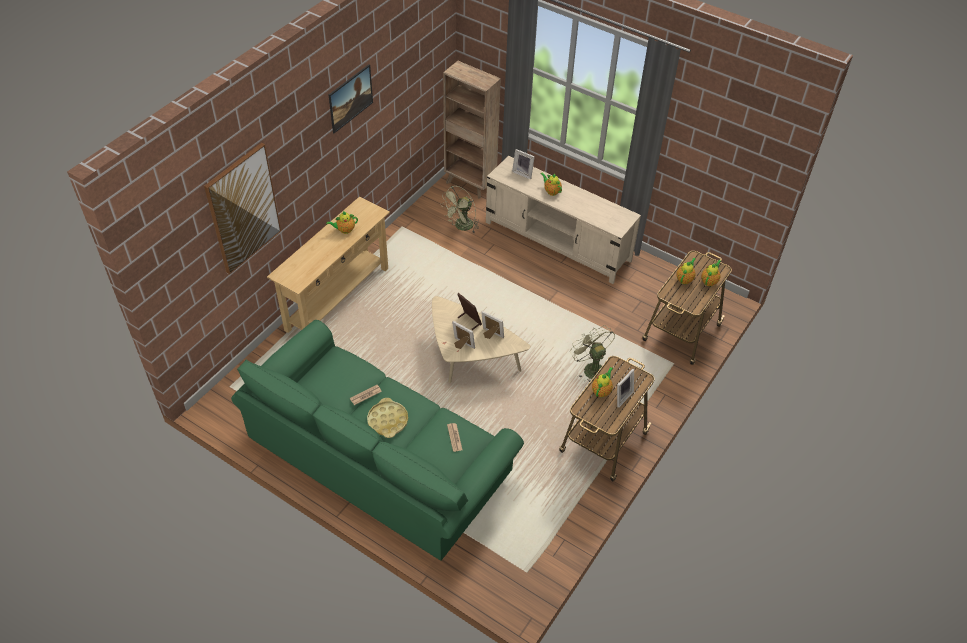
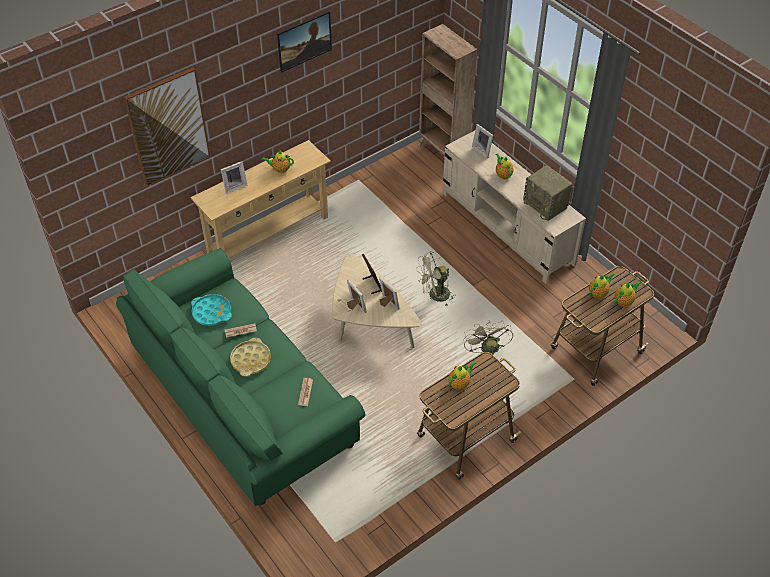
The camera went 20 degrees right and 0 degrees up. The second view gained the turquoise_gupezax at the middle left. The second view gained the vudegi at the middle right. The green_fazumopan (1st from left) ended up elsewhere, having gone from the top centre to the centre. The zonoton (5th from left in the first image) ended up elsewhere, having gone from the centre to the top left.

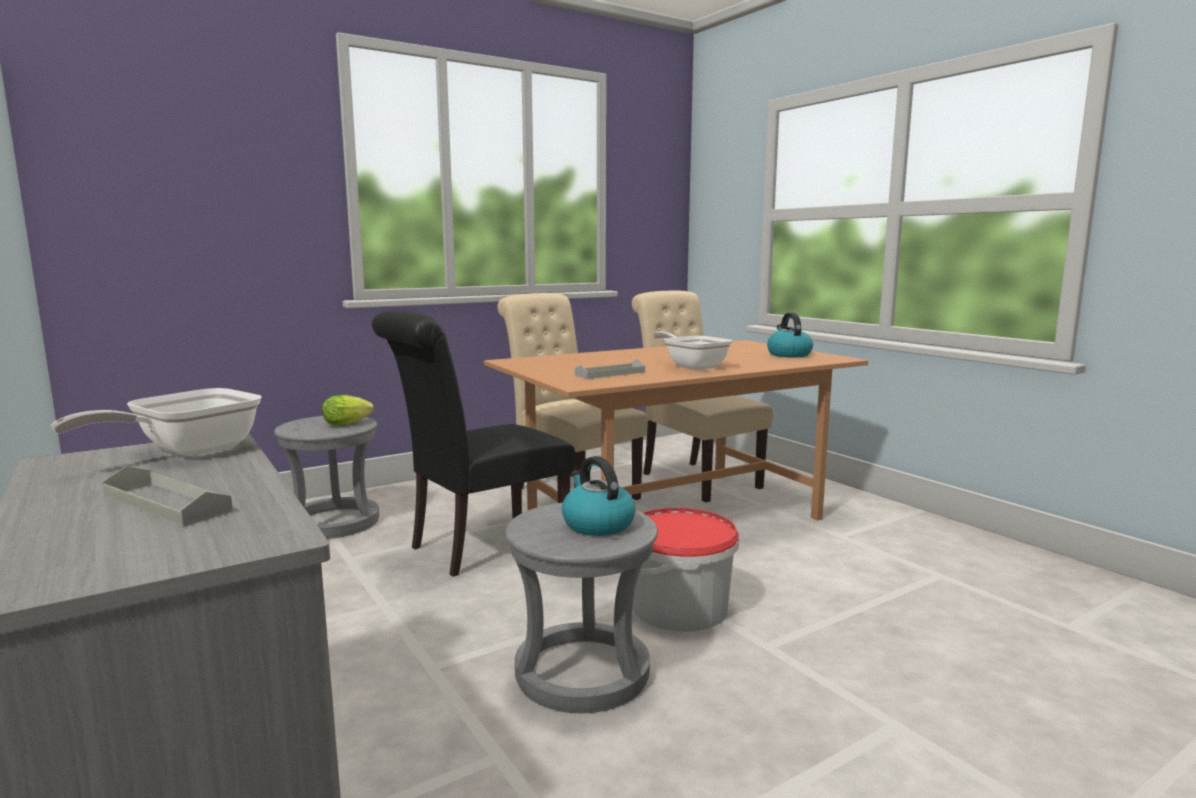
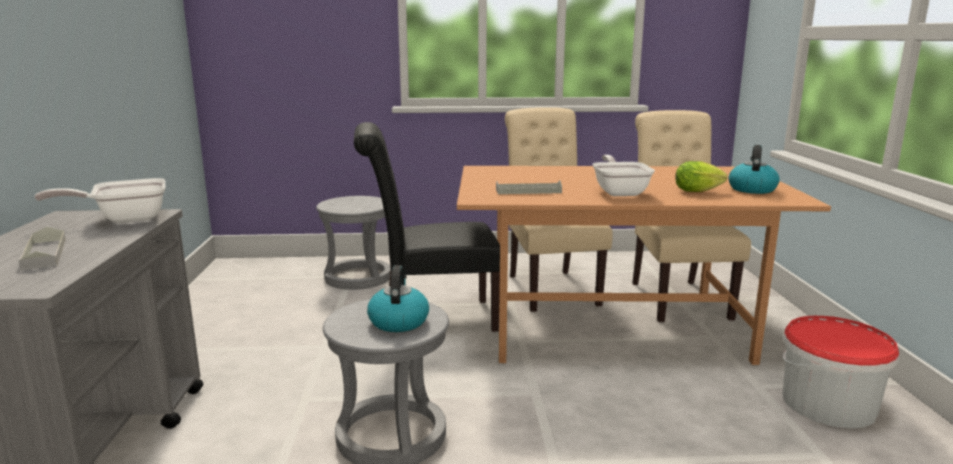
The camera went 30 degrees right and 5 degrees up. The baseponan ended up elsewhere, having gone from the middle left to the middle right. The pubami ended up elsewhere, having gone from the bottom centre to the bottom right.

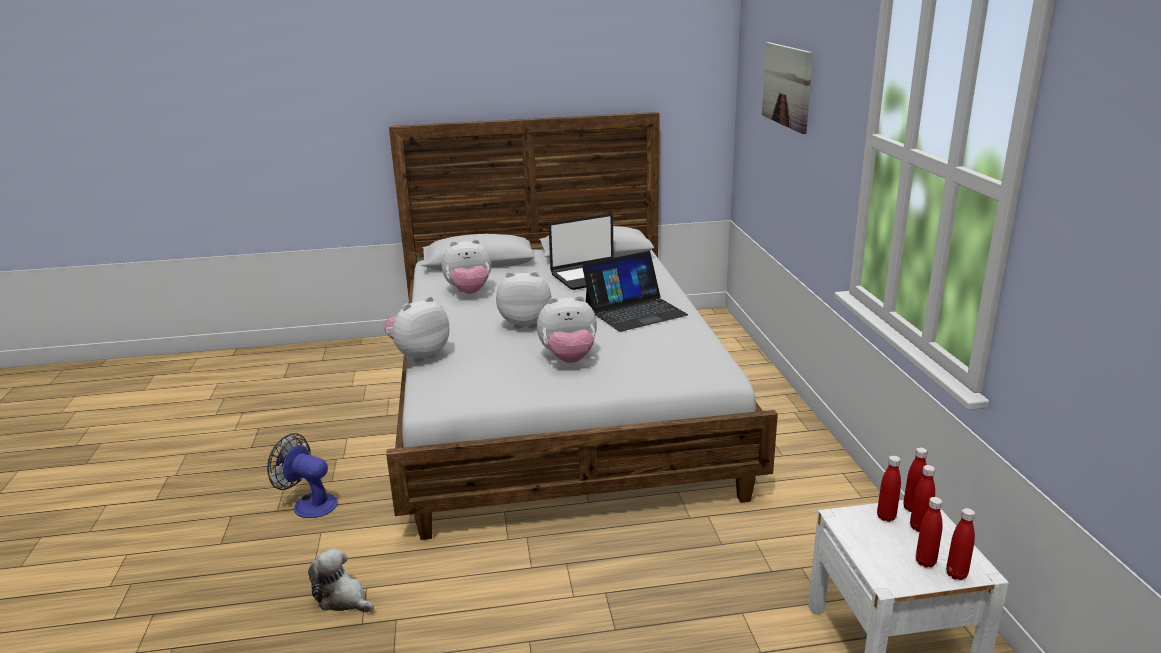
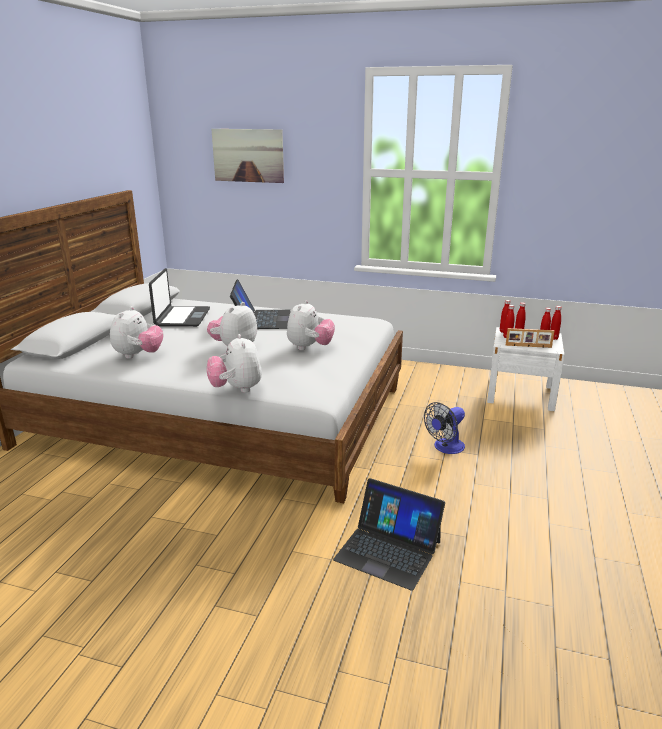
The camera went 65 degrees left and 0 degrees up. The second view gained the zonoton at the middle right. The fazumopan ended up elsewhere, having gone from the bottom left to the middle right. Where the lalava (1st from left) stood at the bottom left, the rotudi (3rd from left) came to stand at the bottom centre.

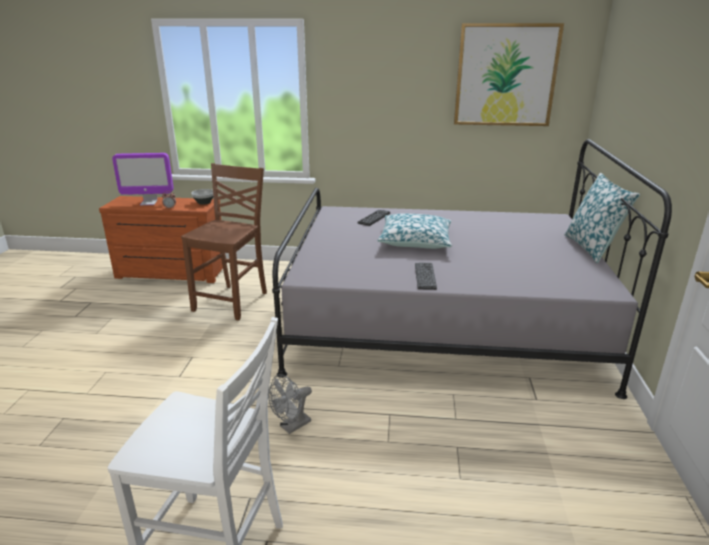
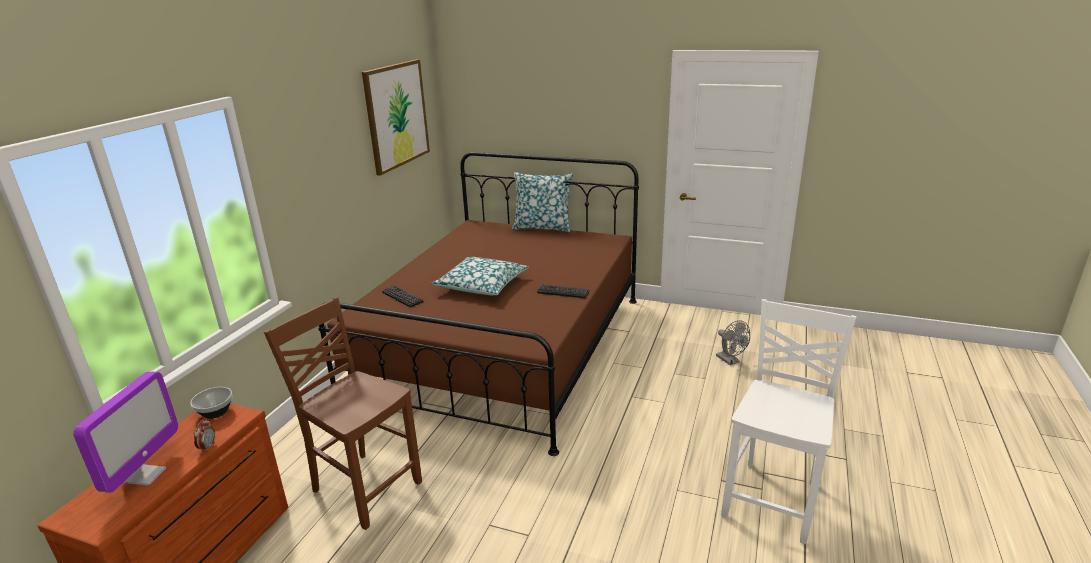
The camera went 75 degrees left and 0 degrees up. The grey_fazumopan ended up elsewhere, having gone from the bottom centre to the middle right. What was the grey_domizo at the centre turned into the brown_domizo at the centre.

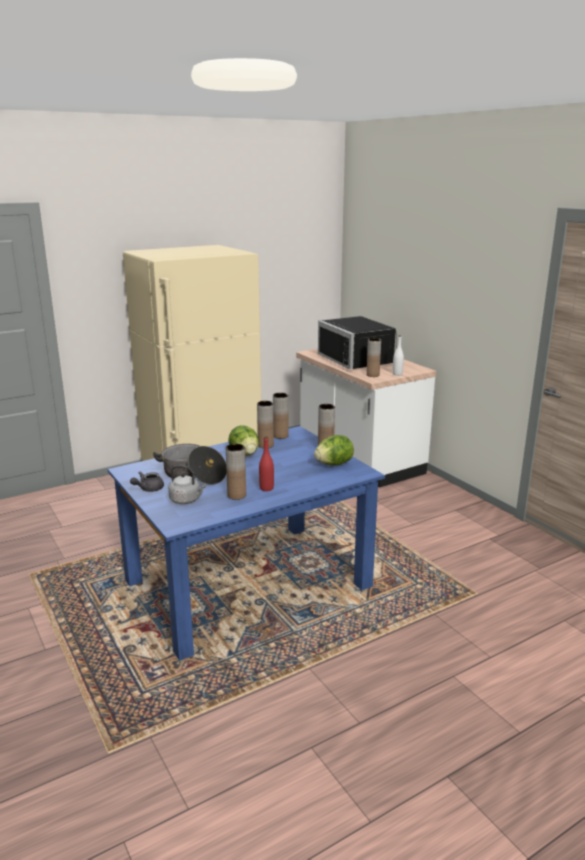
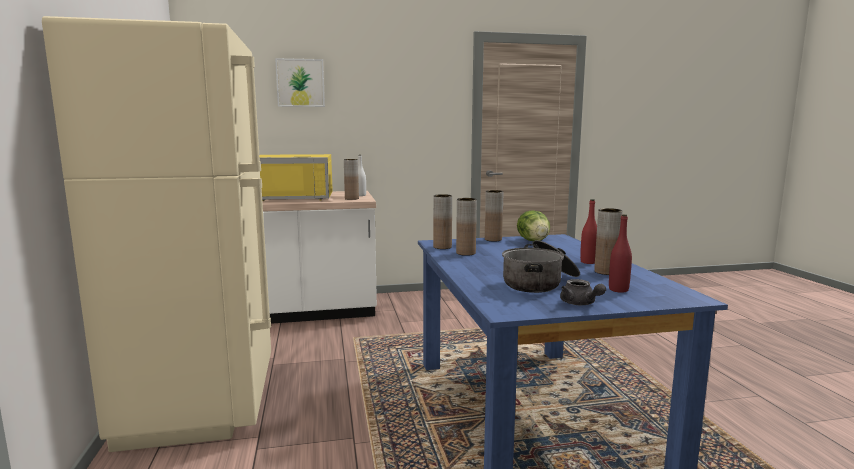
The camera went 70 degrees left and 10 degrees down. The second view lost the baseponan (1st from left) at the centre. The second view gained the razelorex at the top centre. Where the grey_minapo stood at the middle left, the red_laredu (2nd from left) came to stand at the middle right. What was the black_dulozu at the centre turned into the yellow_dulozu at the centre.

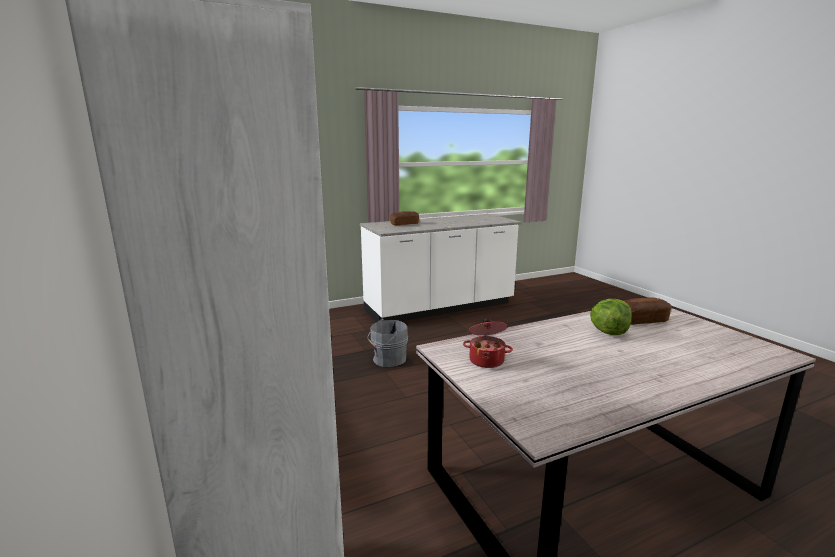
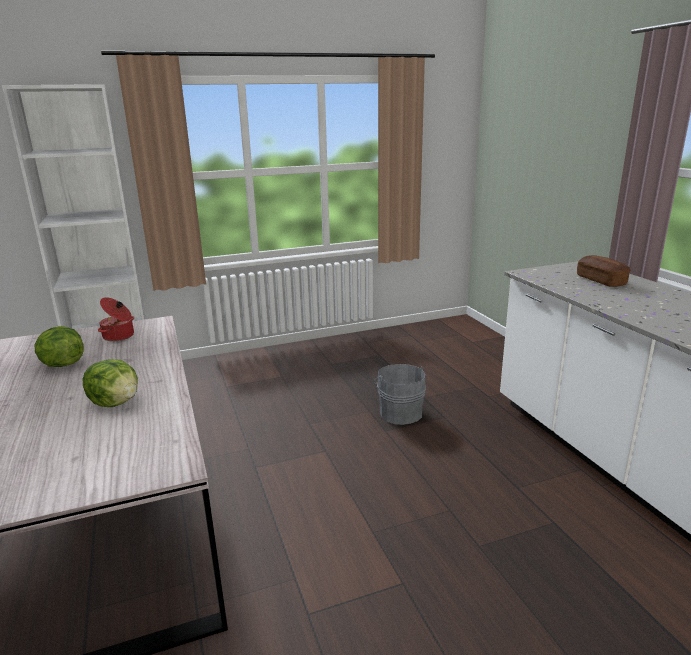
The camera went 95 degrees right and 5 degrees up. The second view lost the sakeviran (2nd from left) at the middle right. The second view gained the baseponan (1st from left) at the middle left.

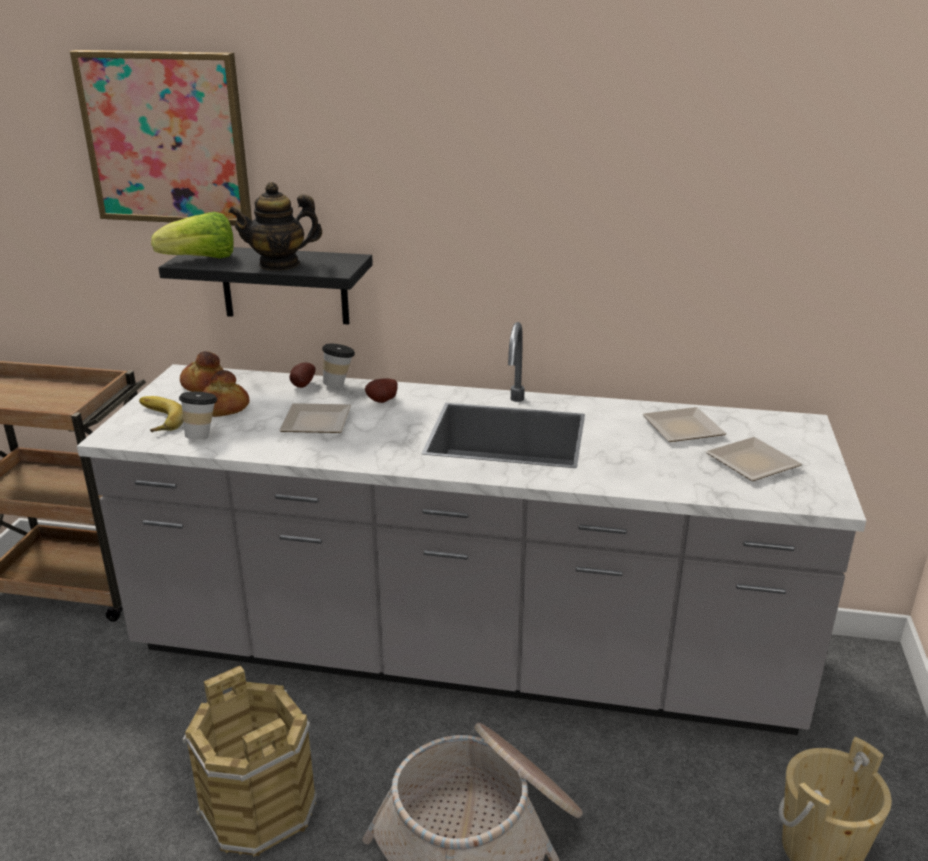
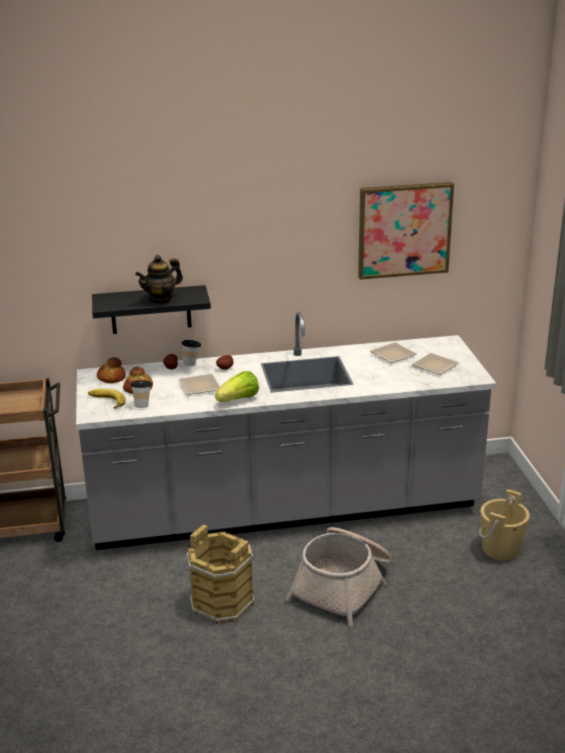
The camera went 20 degrees left and 0 degrees up. The razelorex ended up elsewhere, having gone from the top left to the top right. The baseponan ended up elsewhere, having gone from the top left to the centre.

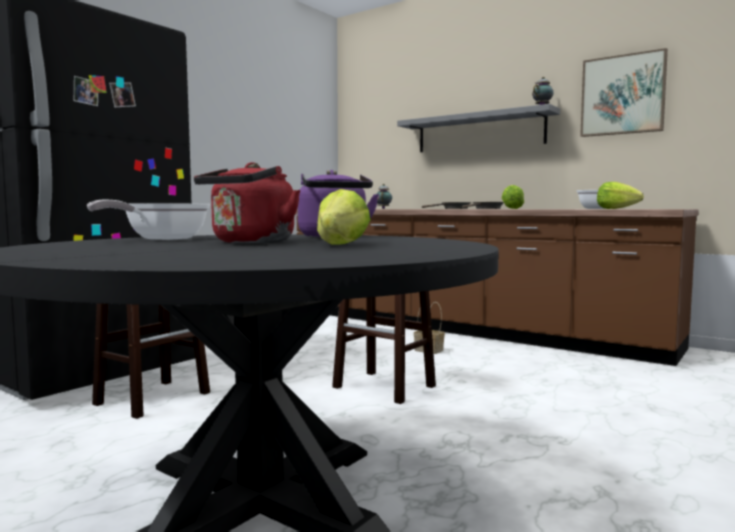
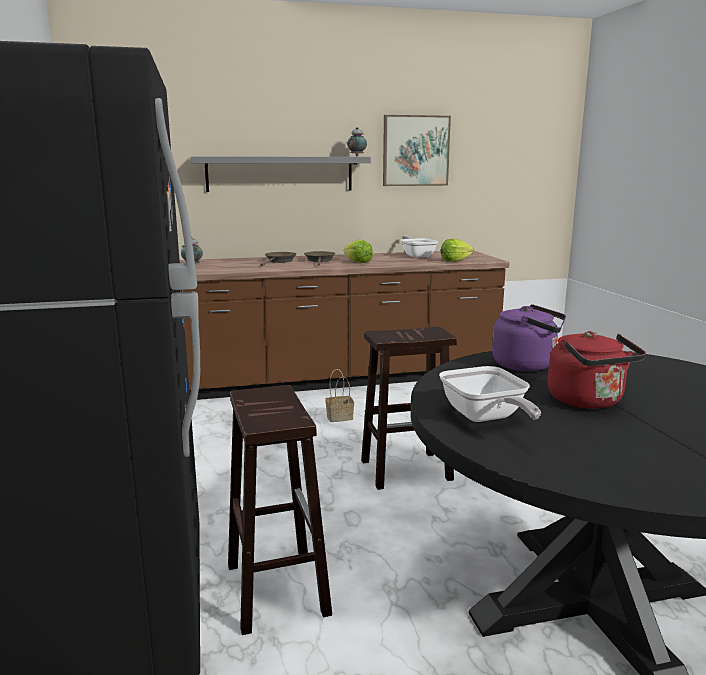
The camera went 50 degrees left and 10 degrees up. The second view lost the baseponan (1st from left) at the centre.

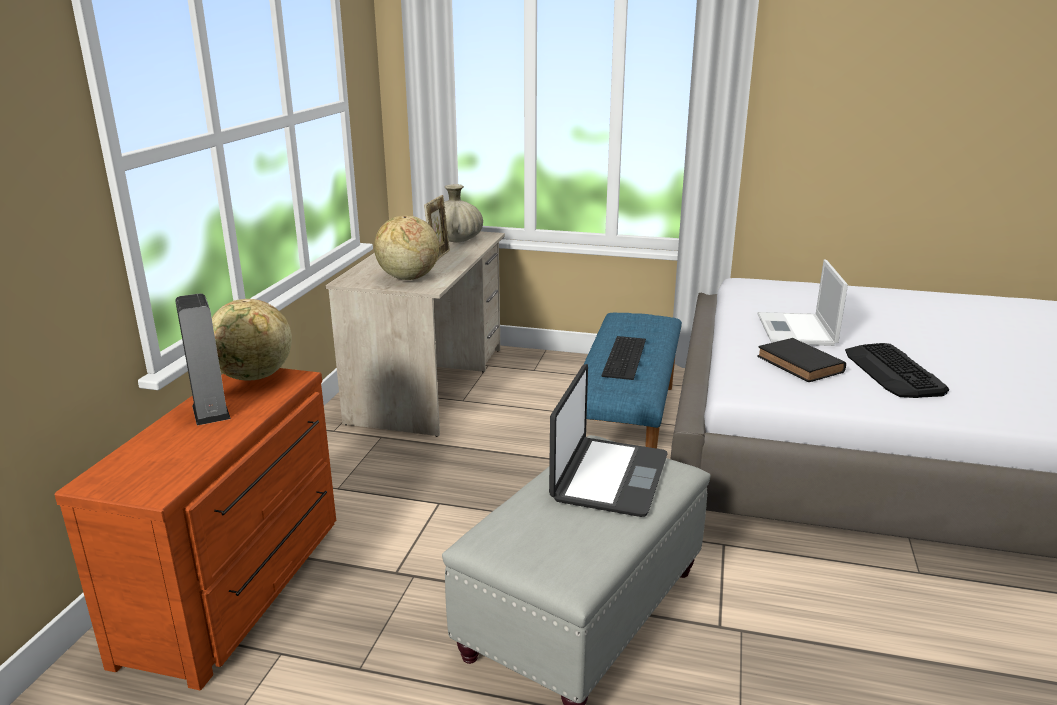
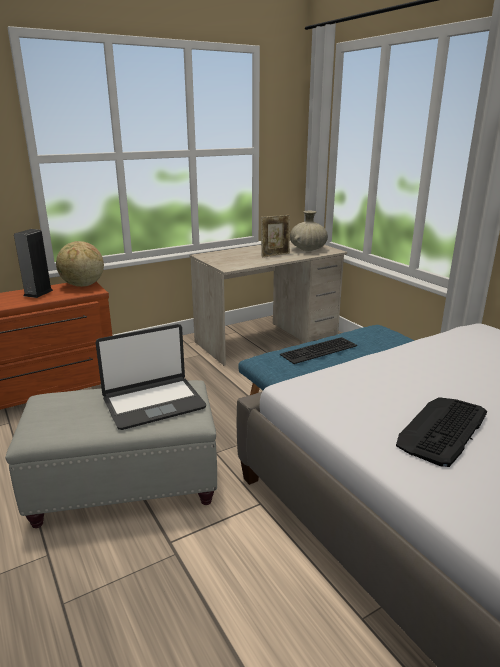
The camera went 45 degrees right and 0 degrees up. The second view lost the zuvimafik (2nd from left) at the centre. The second view lost the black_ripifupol at the middle right. The second view lost the rotudi (2nd from left) at the middle right.

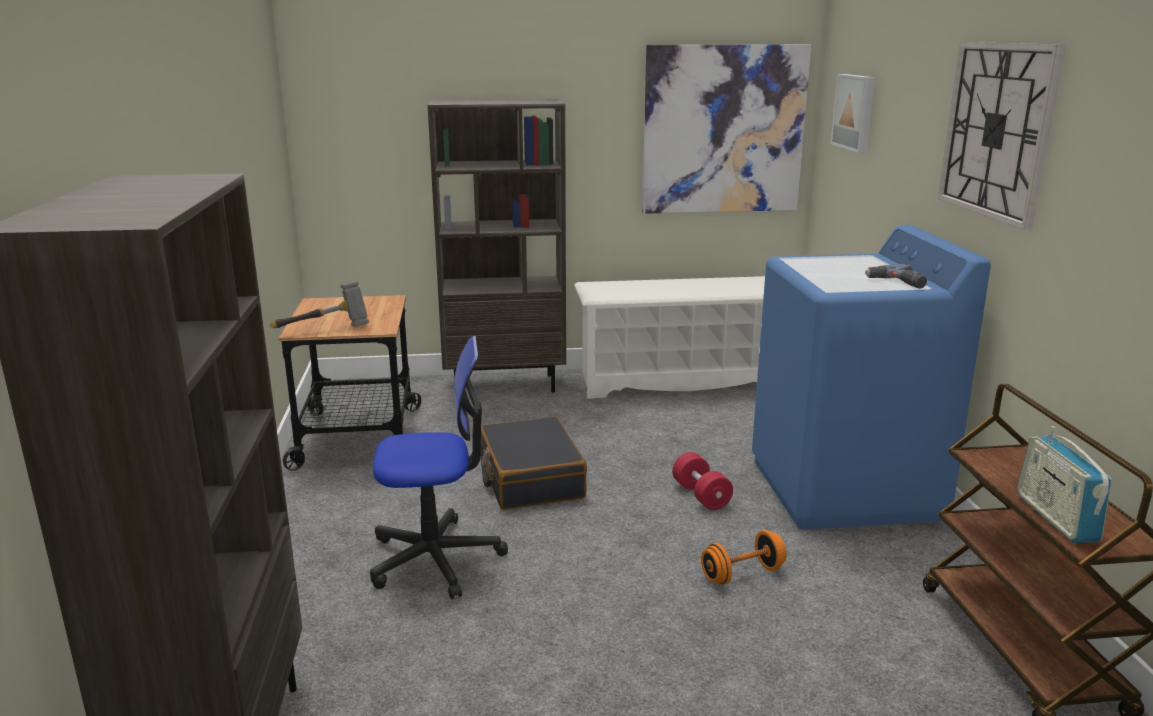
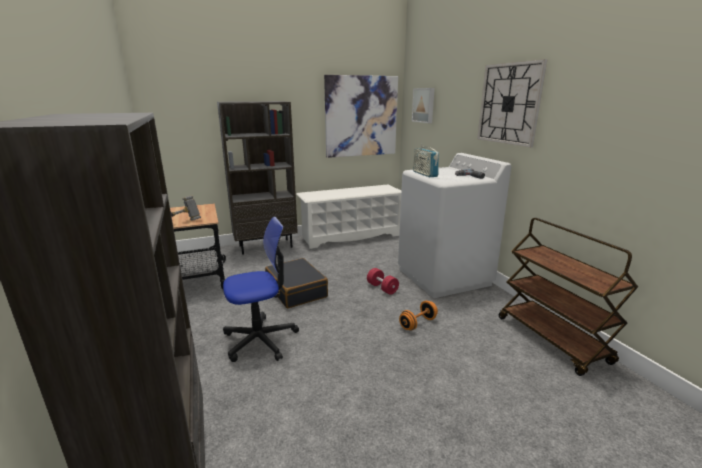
The camera went 15 degrees left and 0 degrees up. The vudegi ended up elsewhere, having gone from the bottom right to the centre. What was the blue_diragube at the middle right turned into the white_diragube at the centre.

